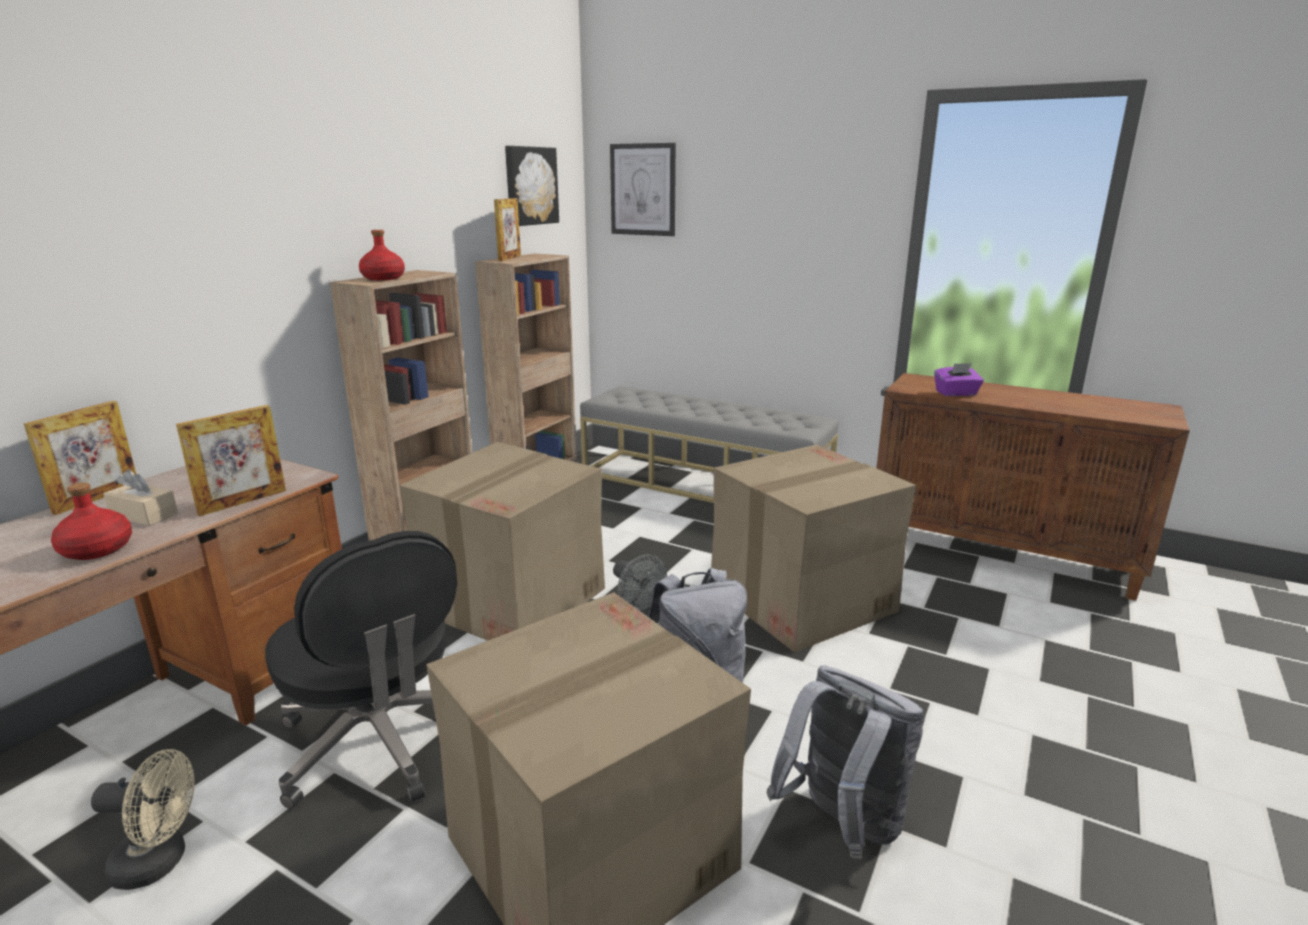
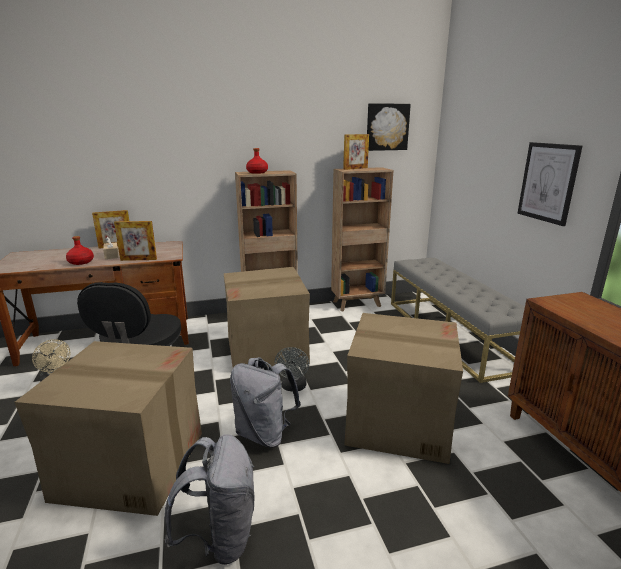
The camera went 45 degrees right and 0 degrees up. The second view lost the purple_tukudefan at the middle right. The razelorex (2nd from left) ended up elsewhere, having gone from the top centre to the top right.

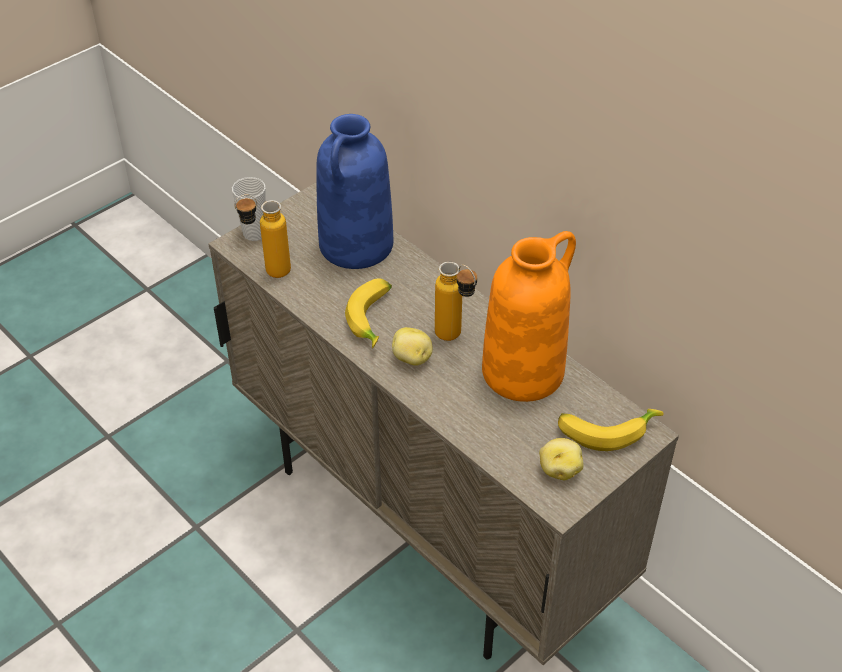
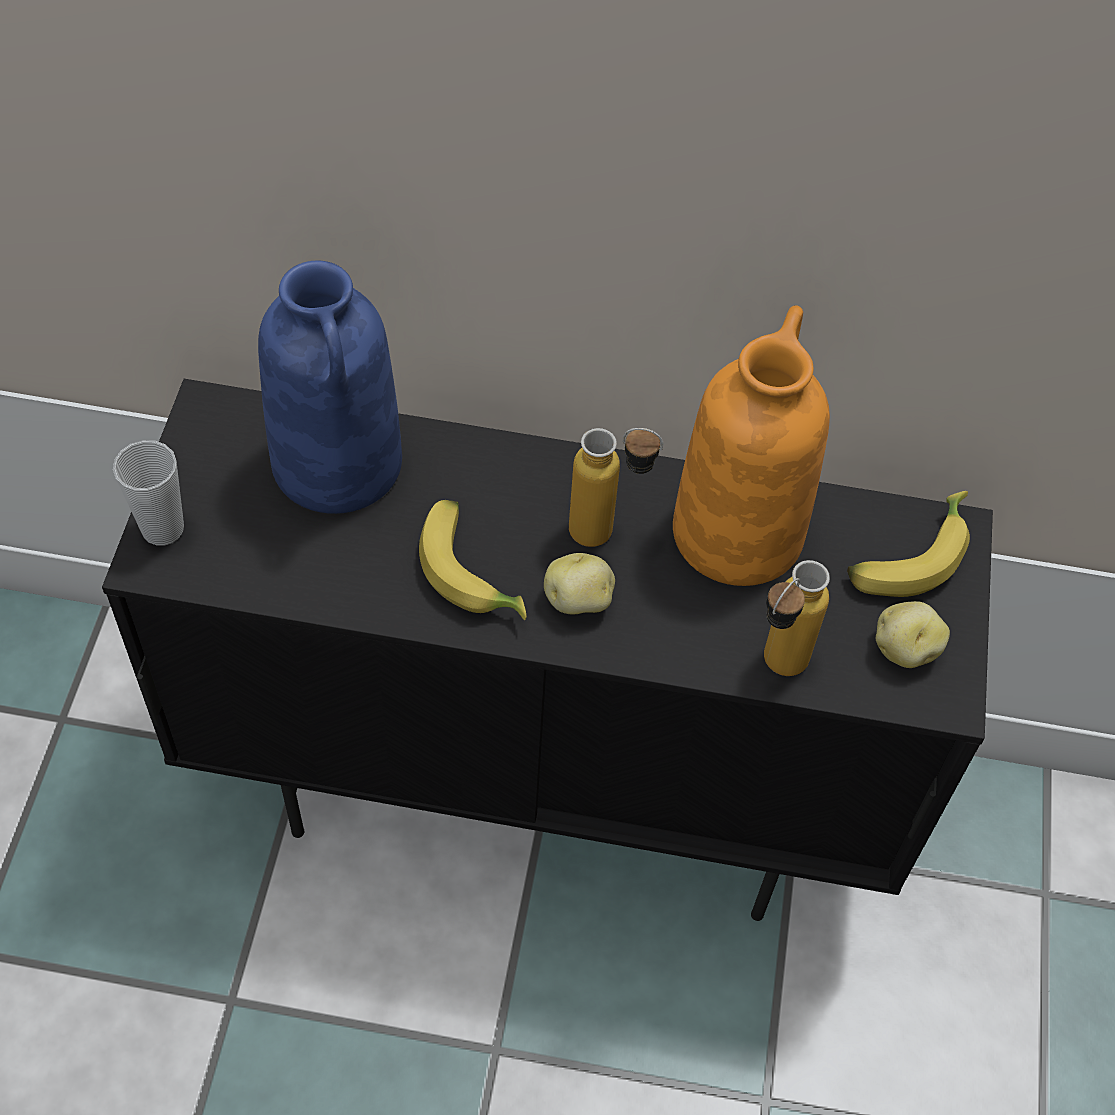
The camera went 40 degrees left and 10 degrees up. The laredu (1st from left in the first image) ended up elsewhere, having gone from the middle left to the middle right. What was the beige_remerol at the centre turned into the black_remerol at the centre.

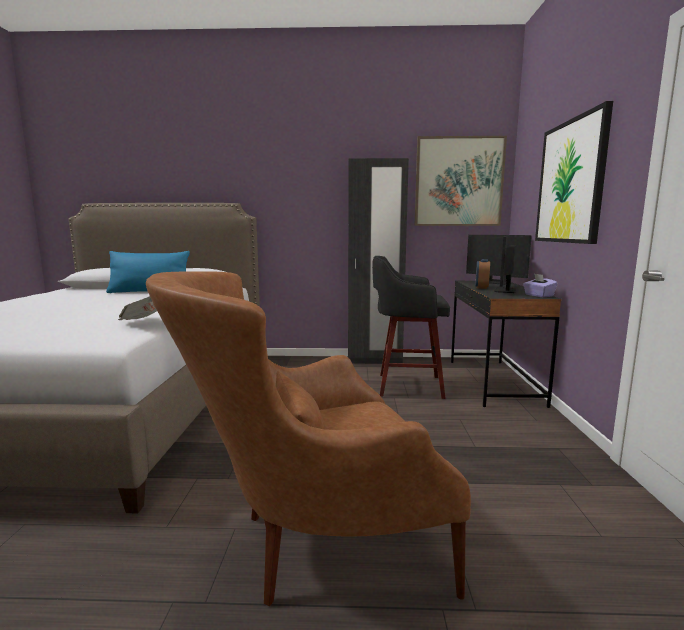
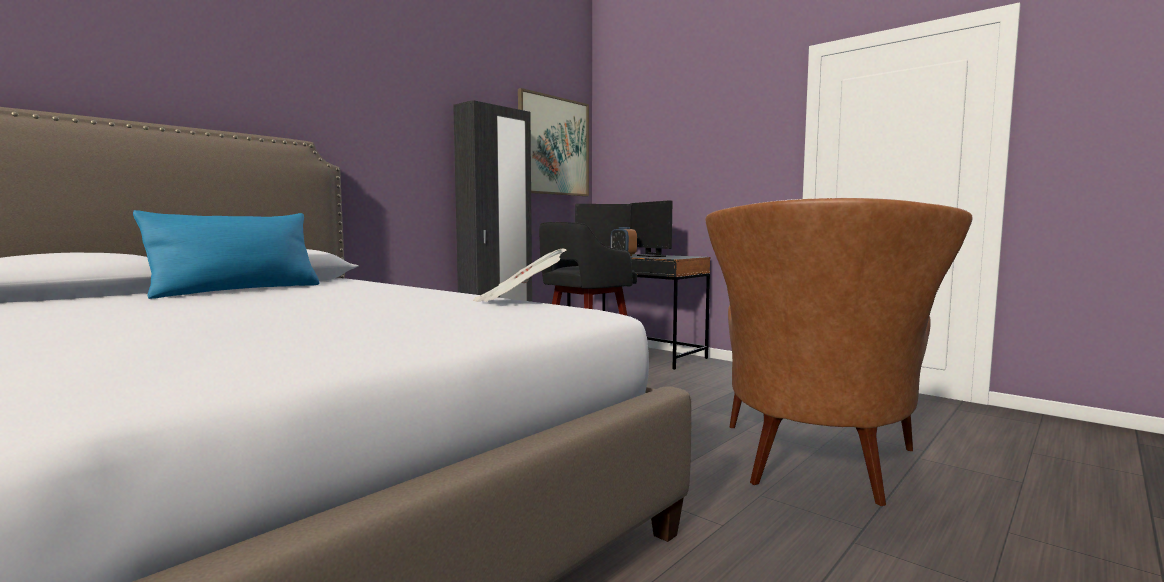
The camera went 50 degrees left and 5 degrees down. The second view lost the purple_tukudefan at the middle right. The second view lost the razelorex (2nd from left) at the top right.

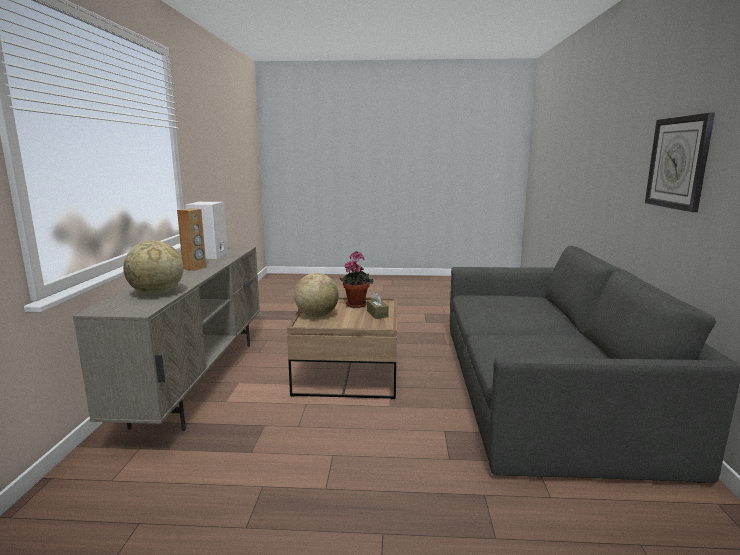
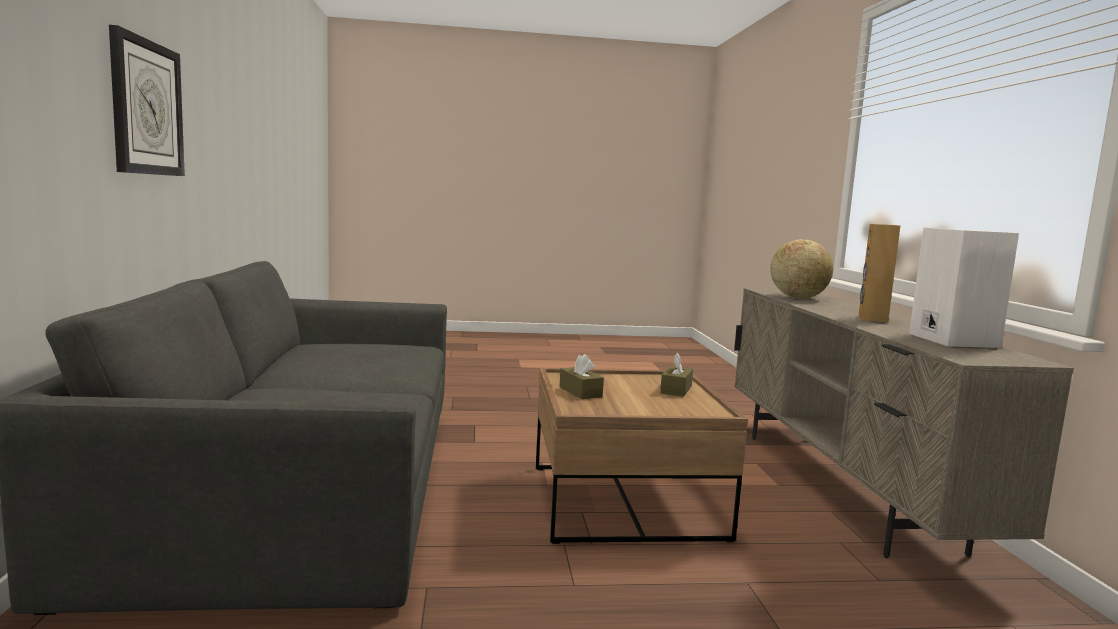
The camera went 170 degrees right and 5 degrees down. The second view lost the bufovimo at the centre. Where the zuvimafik (2nd from left) stood at the centre, the brown_tukudefan (2nd from left) came to stand at the centre.

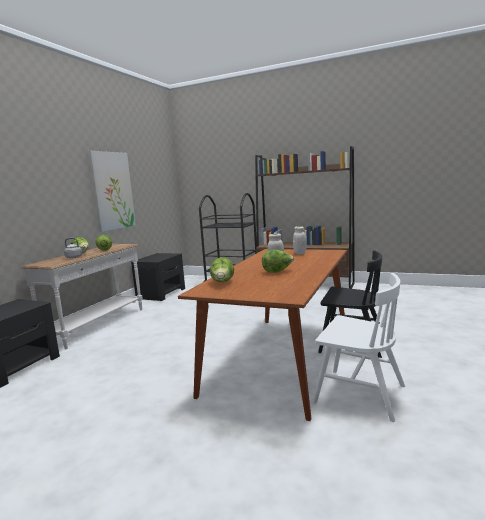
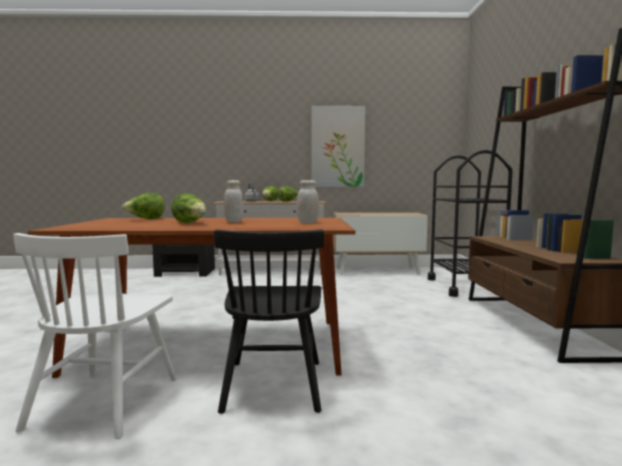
The camera went 65 degrees right and 5 degrees down. Where the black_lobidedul (2nd from left) stood at the middle left, the remerol came to stand at the centre.

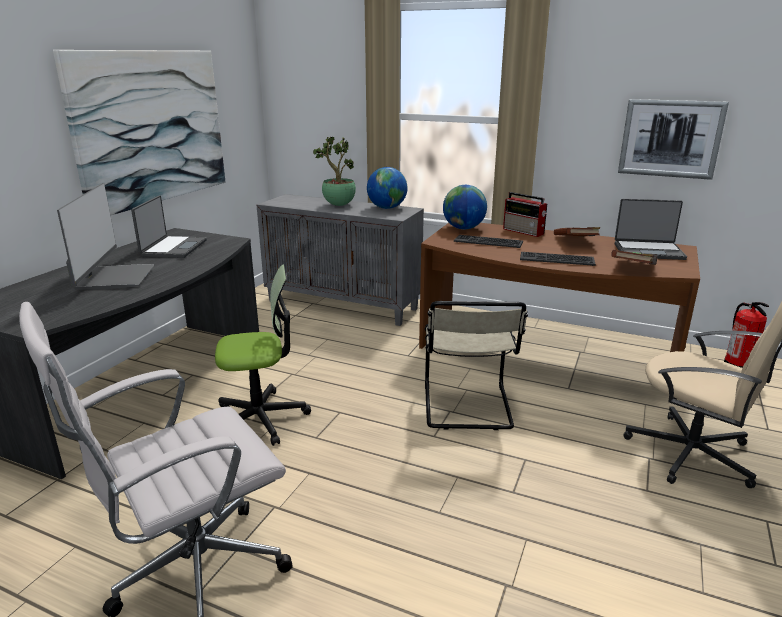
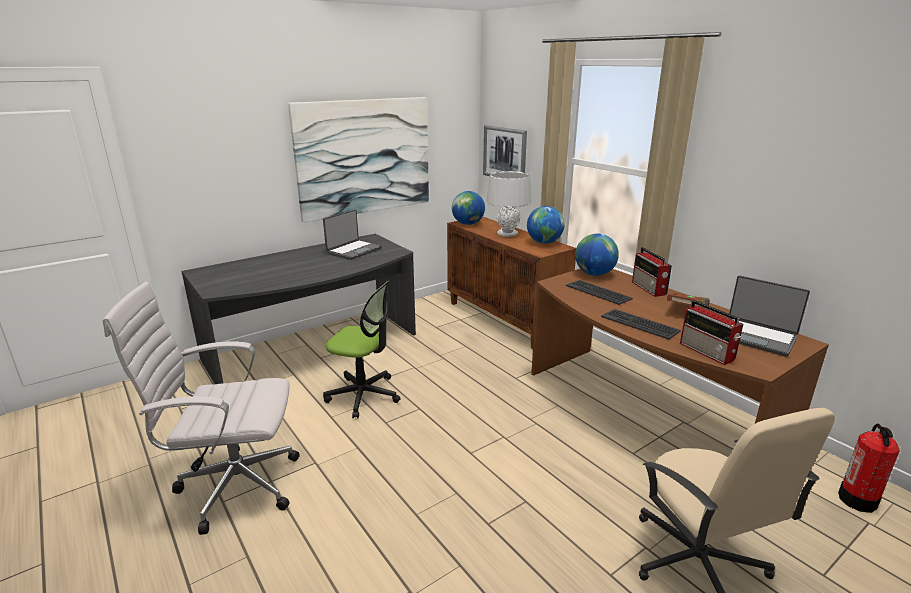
The camera went 30 degrees right and 0 degrees up. The second view lost the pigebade at the middle left. The second view lost the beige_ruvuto at the centre. The second view gained the zuvimafik (1st from left) at the centre. The razelorex (2nd from left) ended up elsewhere, having gone from the top right to the top centre. Where the bufovimo stood at the top centre, the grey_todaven came to stand at the centre. Where the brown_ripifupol (2nd from left) stood at the middle right, the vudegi (2nd from left) came to stand at the middle right. What was the grey_remerol at the centre turned into the brown_remerol at the centre.

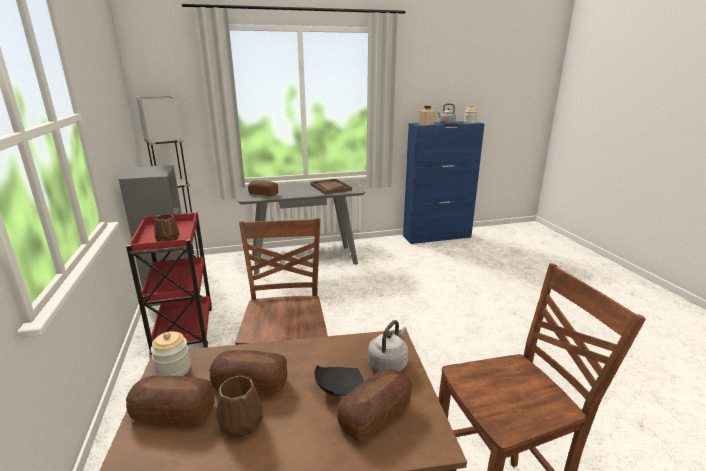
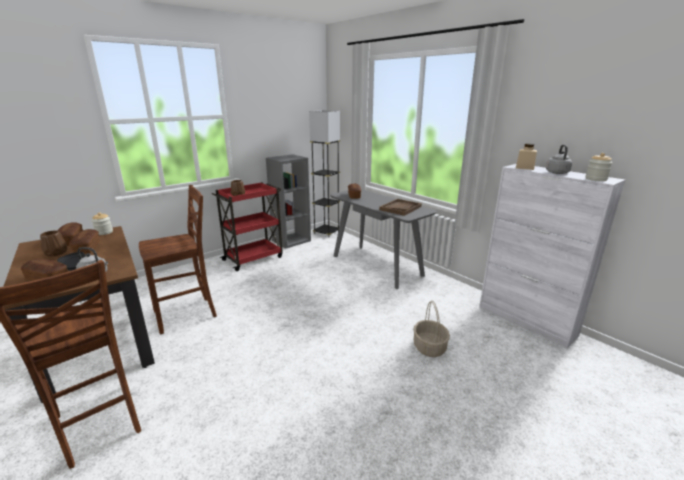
The camera went 65 degrees right and 0 degrees up. The second view gained the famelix at the bottom centre. What was the blue_remerol at the centre turned into the white_remerol at the middle right.

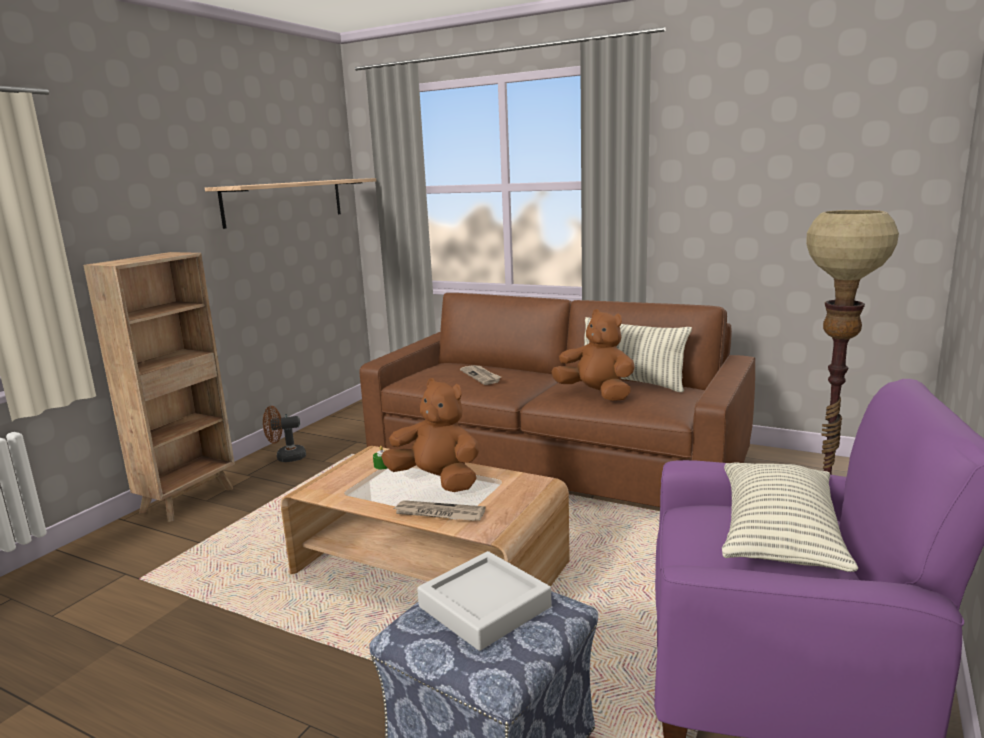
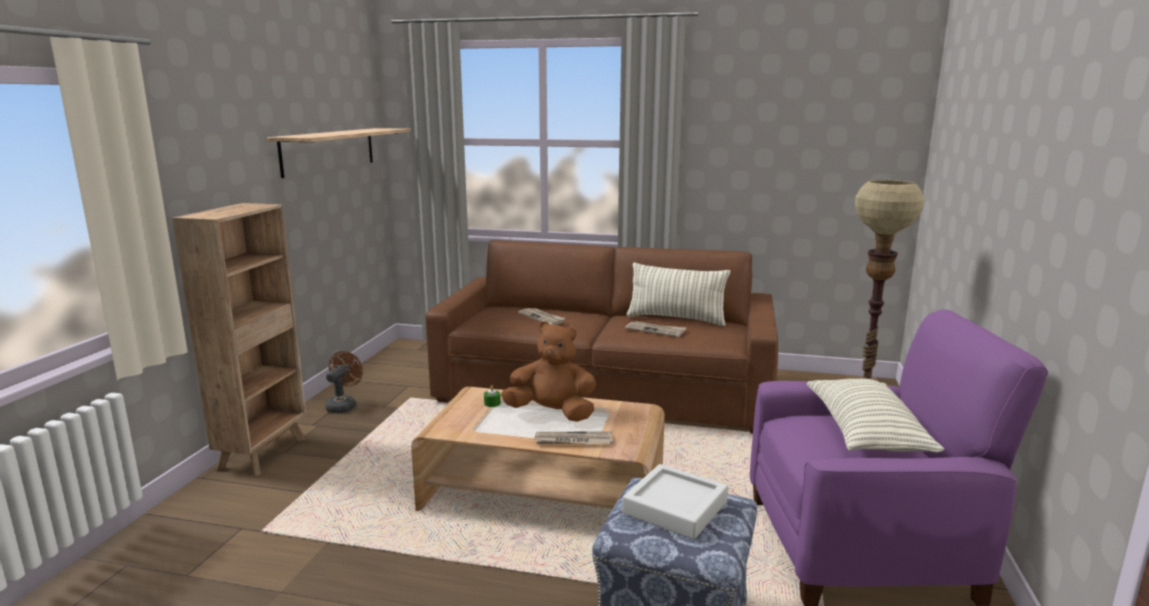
The camera went 15 degrees left and 0 degrees up. Where the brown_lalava (2nd from left) stood at the centre, the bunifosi (3rd from left) came to stand at the centre. The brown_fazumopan at the middle left ended up facing another way, 135 degrees clockwise from before.

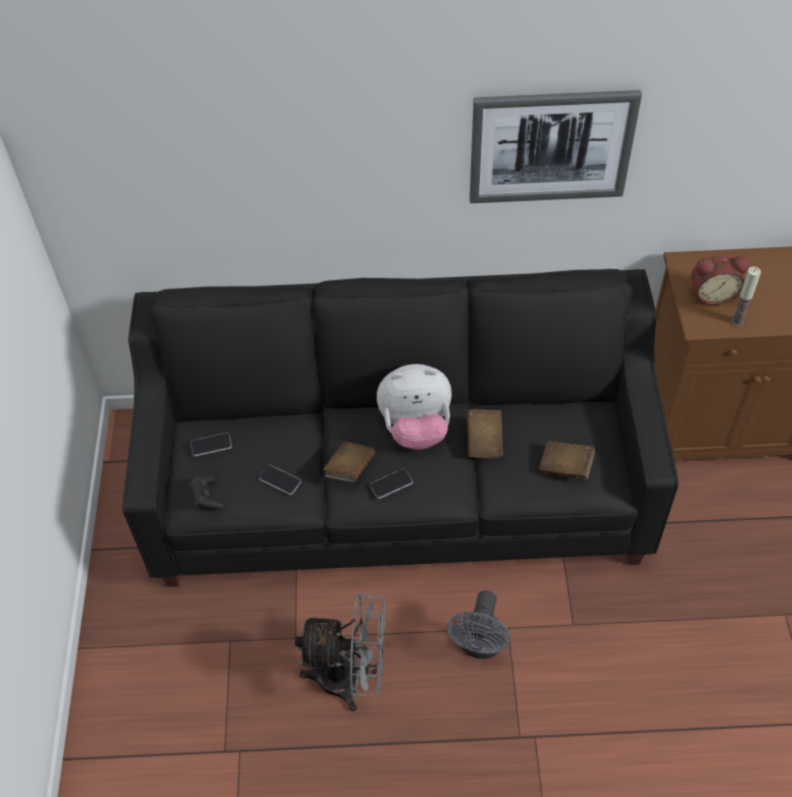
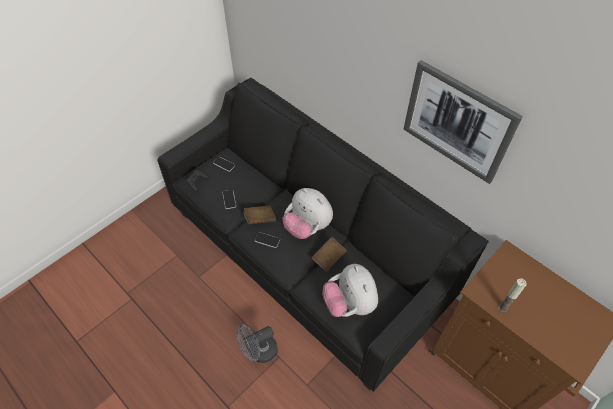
The camera went 45 degrees right and 0 degrees up. The second view lost the grey_fazumopan (1st from left) at the bottom centre. The second view lost the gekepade at the middle right. Where the brown_ripifupol (3rd from left) stood at the middle right, the lalava (2nd from left) came to stand at the bottom centre.

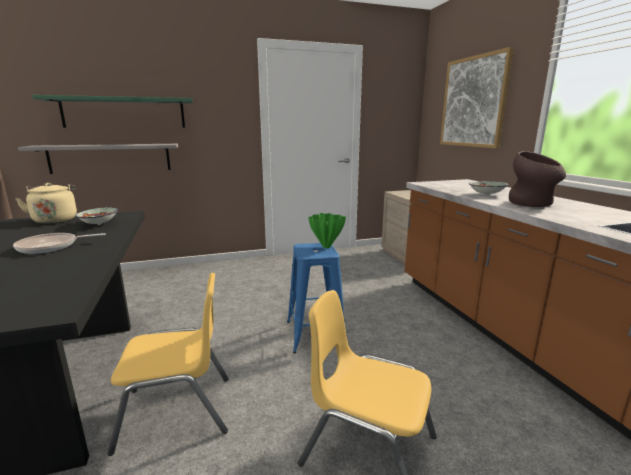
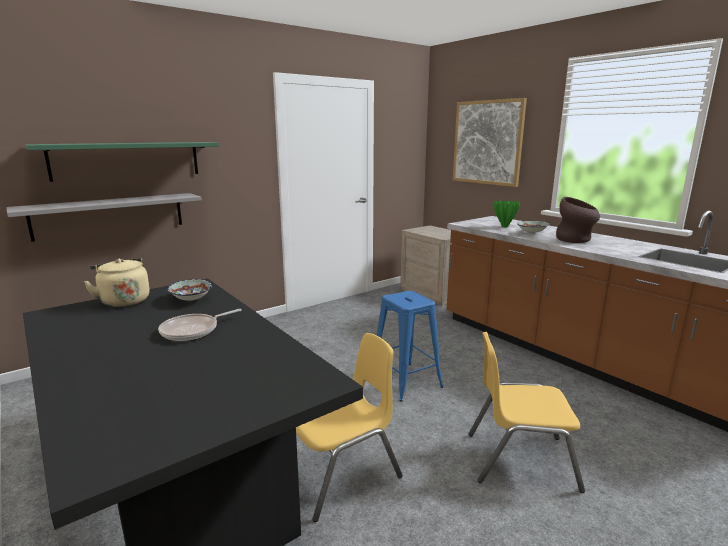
The camera went 20 degrees left and 0 degrees up. The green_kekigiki ended up elsewhere, having gone from the centre to the middle right.

